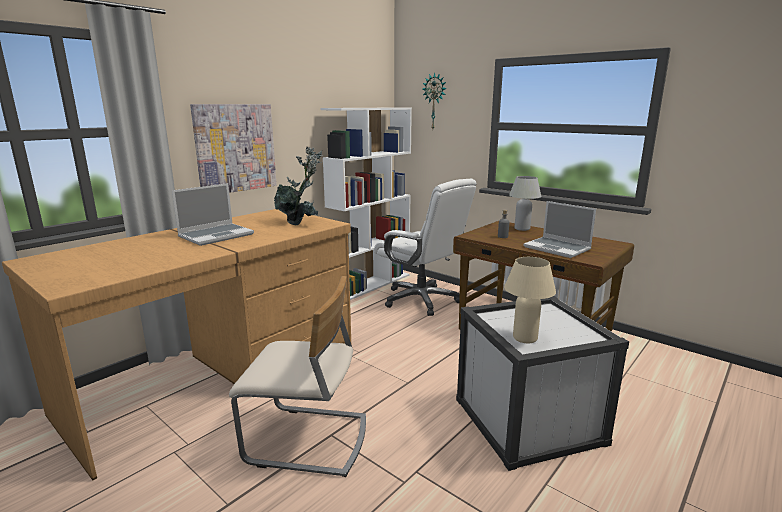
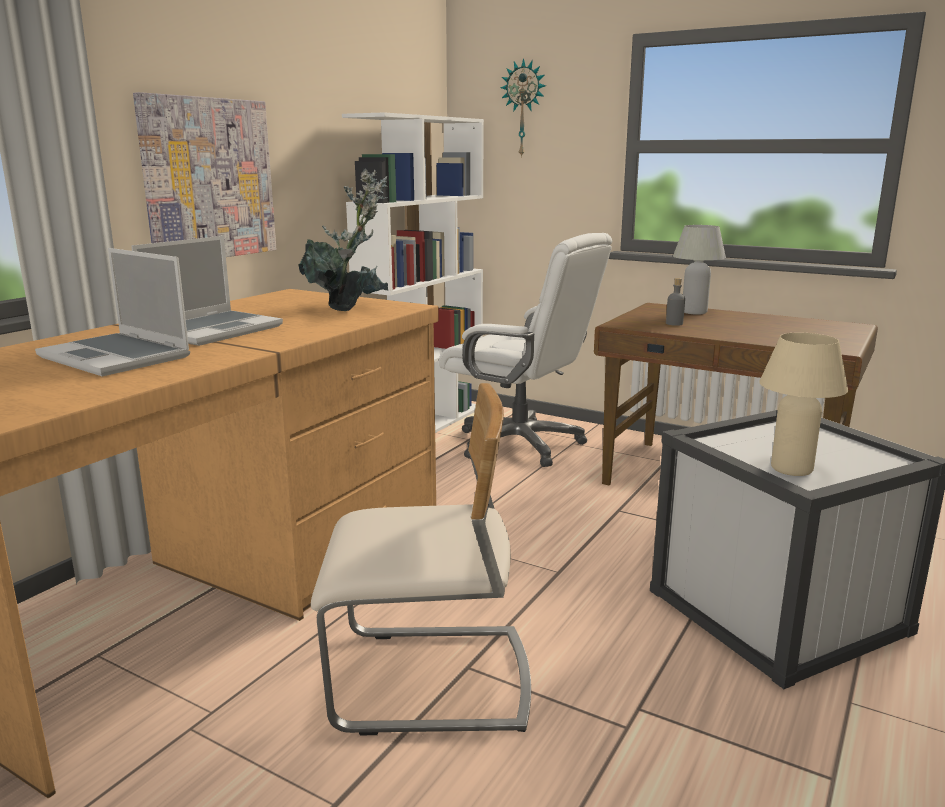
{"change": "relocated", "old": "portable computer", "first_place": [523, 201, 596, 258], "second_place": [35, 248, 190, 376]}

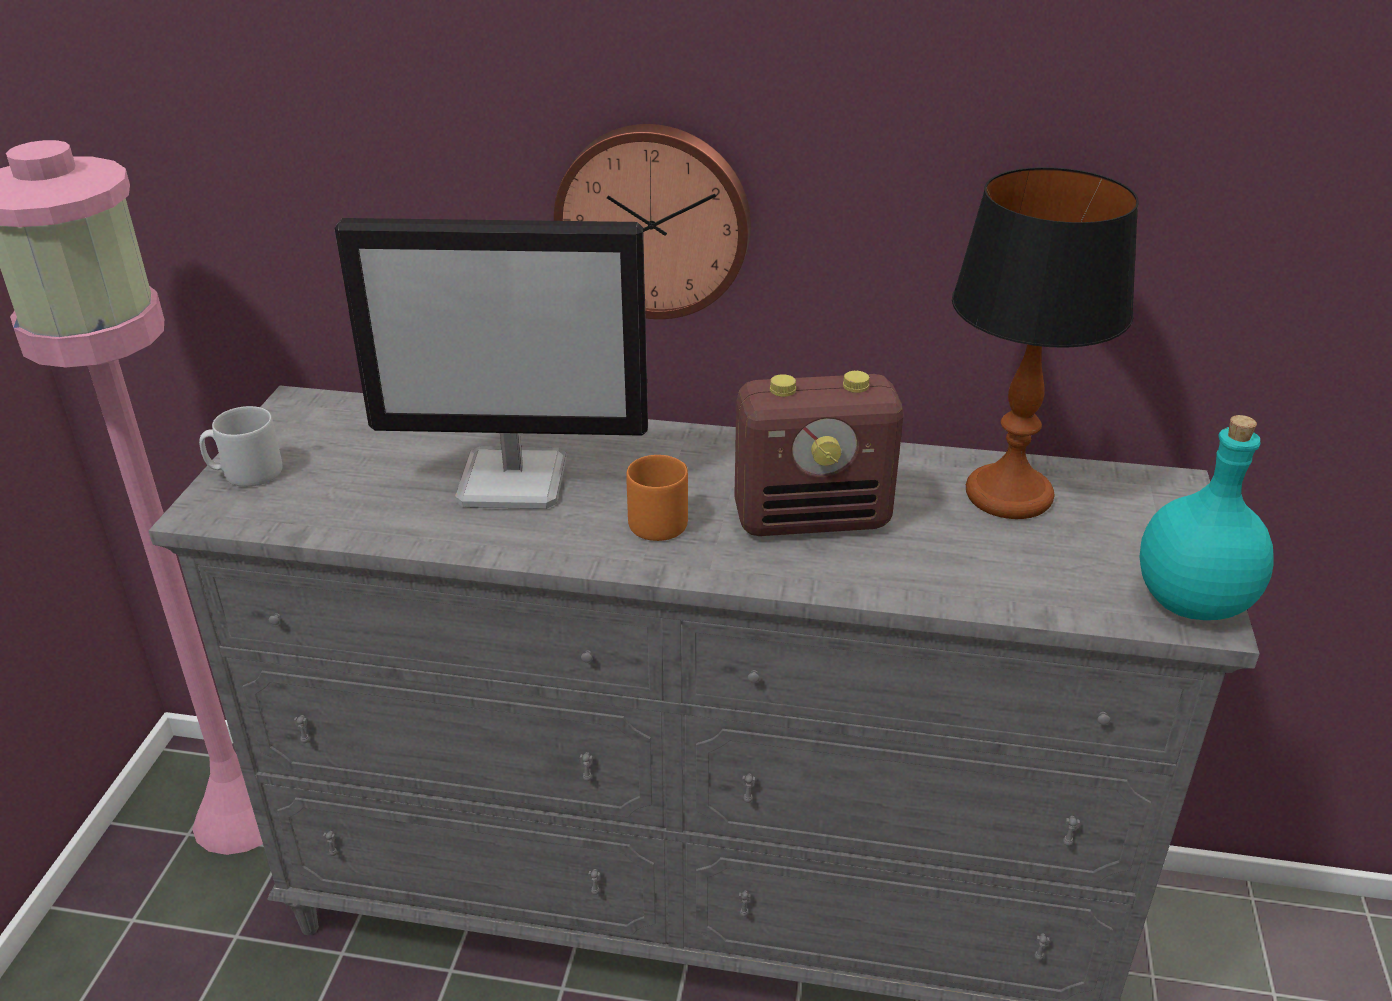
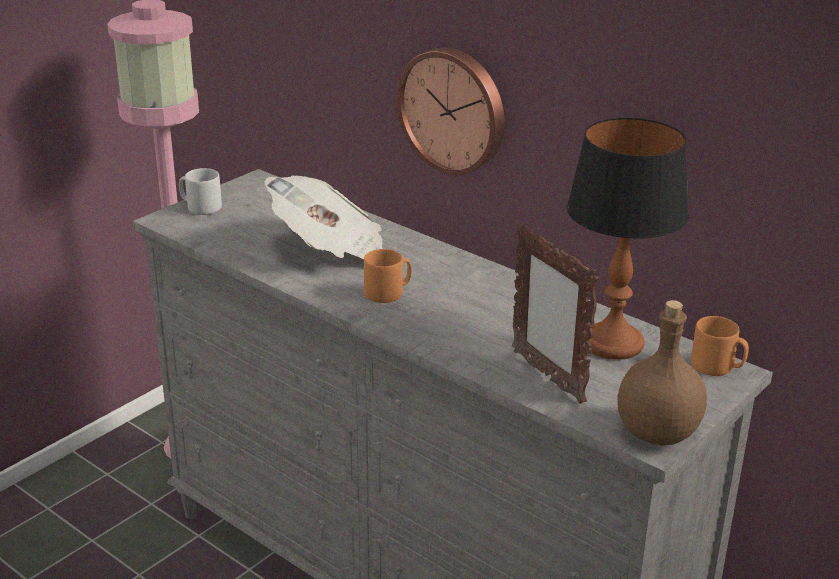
{"change": "exchanged", "old": "computer screen", "new": "newspaper", "first_place": [334, 218, 648, 509], "second_place": [264, 175, 383, 259]}
{"change": "missing", "old": "radio", "first_place": [734, 371, 904, 536]}
{"change": "colour", "old": "turquoise beverage bottle", "new": "brownish beverage bottle", "first_place": [1140, 415, 1274, 620], "second_place": [617, 300, 707, 446]}
{"change": "appeared", "new": "standing frame", "second_place": [512, 225, 599, 404]}
{"change": "appeared", "new": "orange-coloured coffee mug", "second_place": [691, 316, 749, 376]}

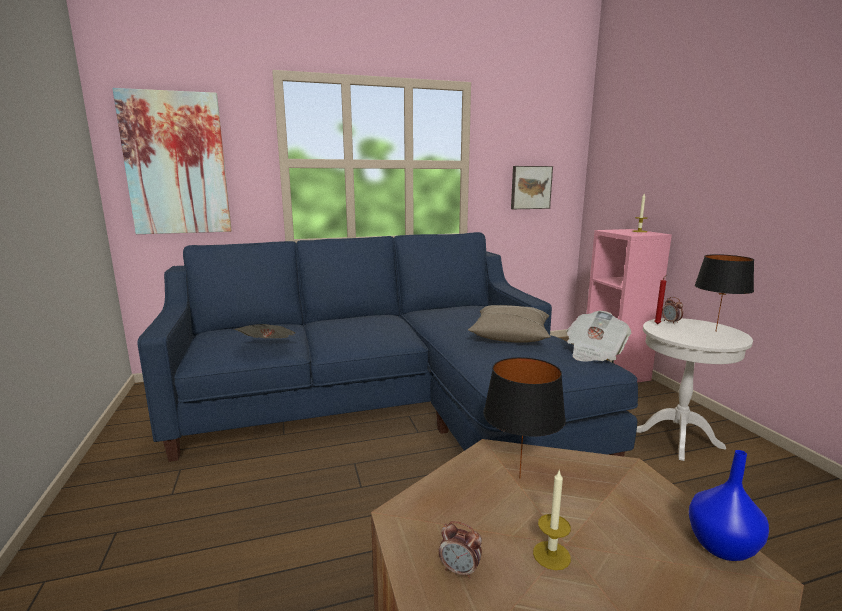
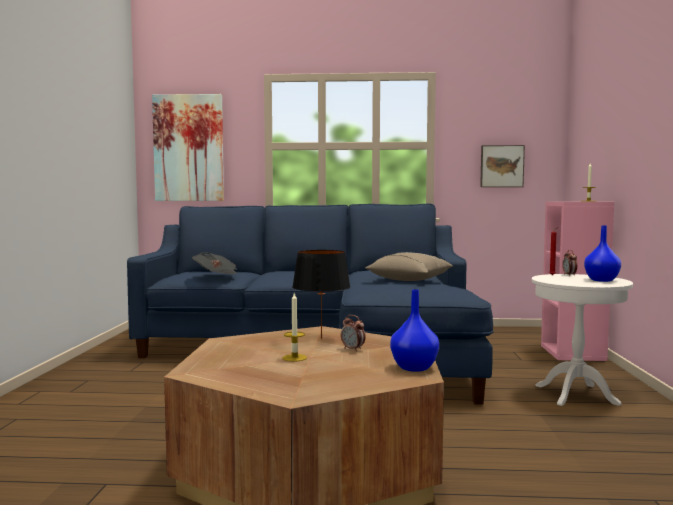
{"change": "relocated", "old": "bedside clock", "first_place": [439, 521, 482, 579], "second_place": [341, 315, 366, 352]}
{"change": "missing", "old": "newspaper", "first_place": [566, 311, 631, 361]}
{"change": "exchanged", "old": "black tabletop lamp", "new": "blue vase", "first_place": [695, 254, 754, 332], "second_place": [584, 226, 621, 282]}

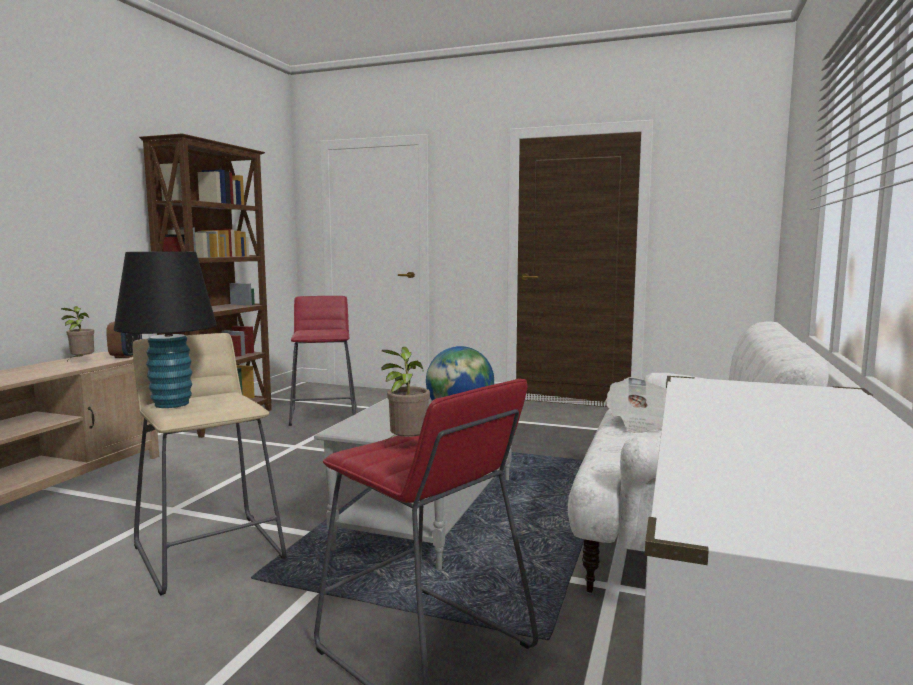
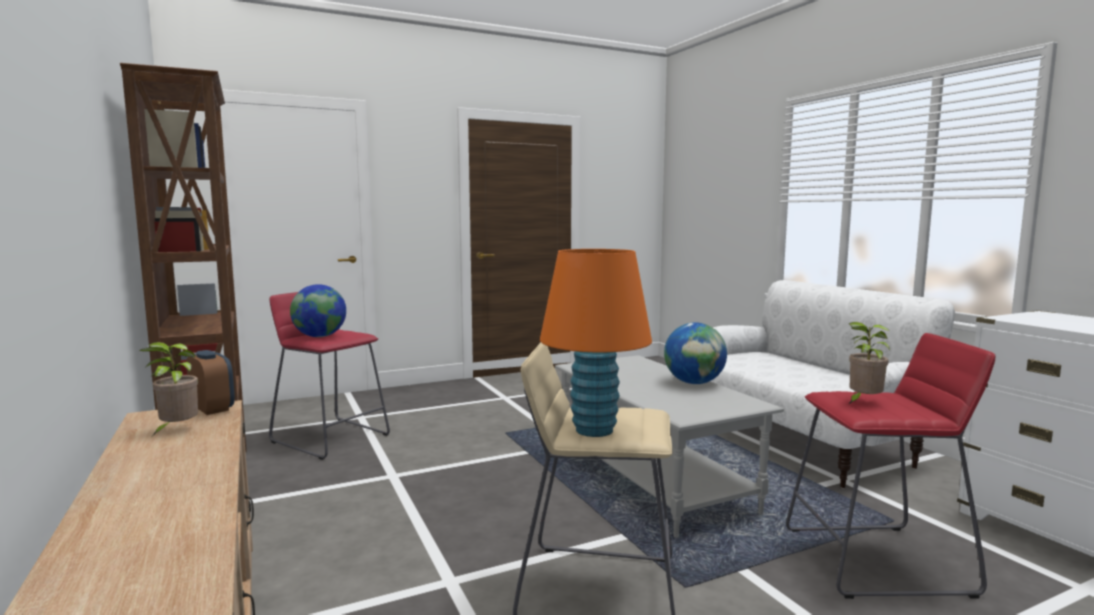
{"change": "colour", "old": "black tabletop lamp", "new": "orange-coloured tabletop lamp", "first_place": [114, 252, 217, 408], "second_place": [540, 249, 652, 437]}
{"change": "missing", "old": "newspaper", "first_place": [605, 377, 666, 433]}
{"change": "appeared", "new": "globe", "second_place": [290, 284, 346, 337]}

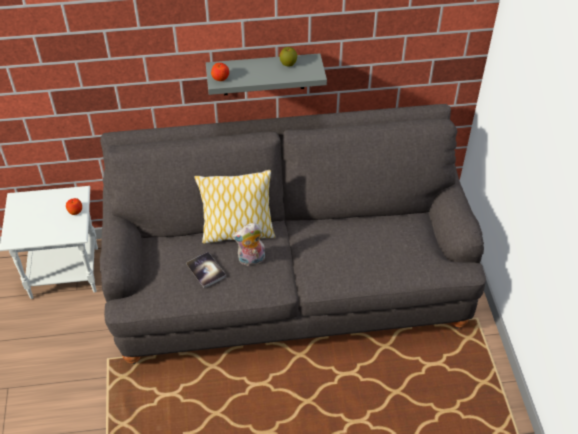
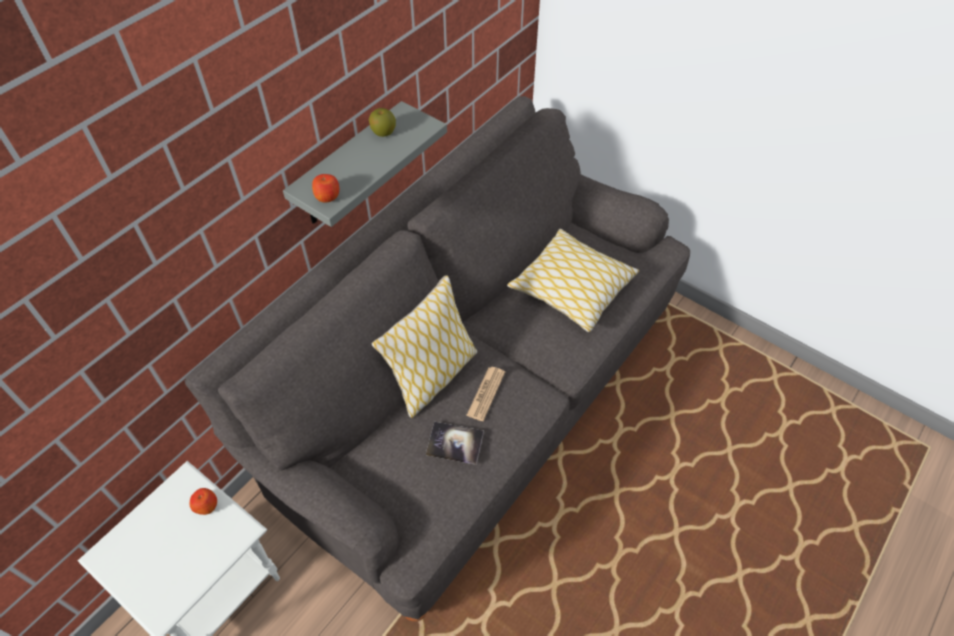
{"change": "exchanged", "old": "cuddly toy", "new": "newspaper", "first_place": [232, 223, 265, 266], "second_place": [466, 367, 505, 421]}
{"change": "appeared", "new": "cushion", "second_place": [507, 229, 639, 332]}

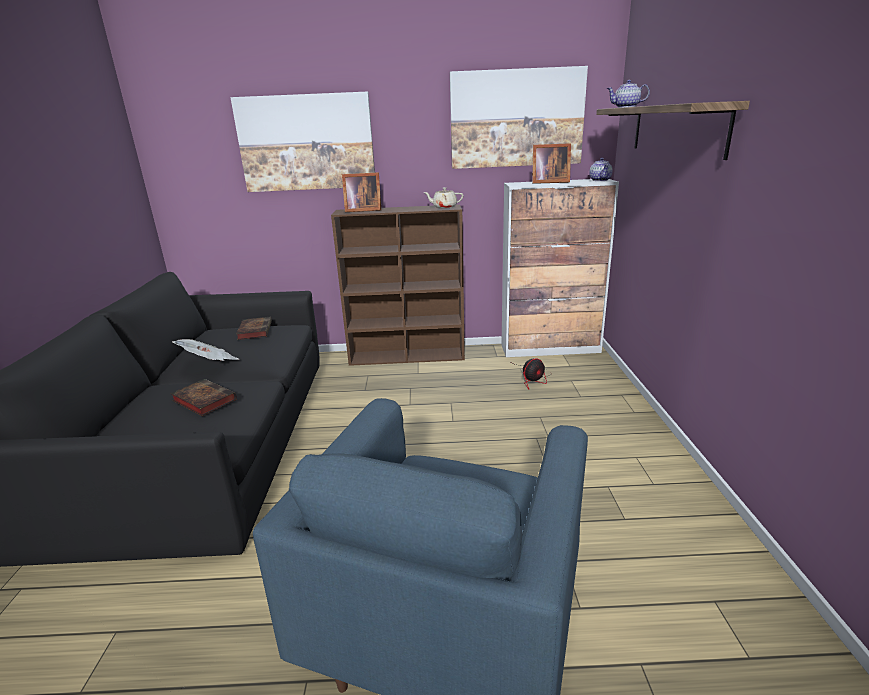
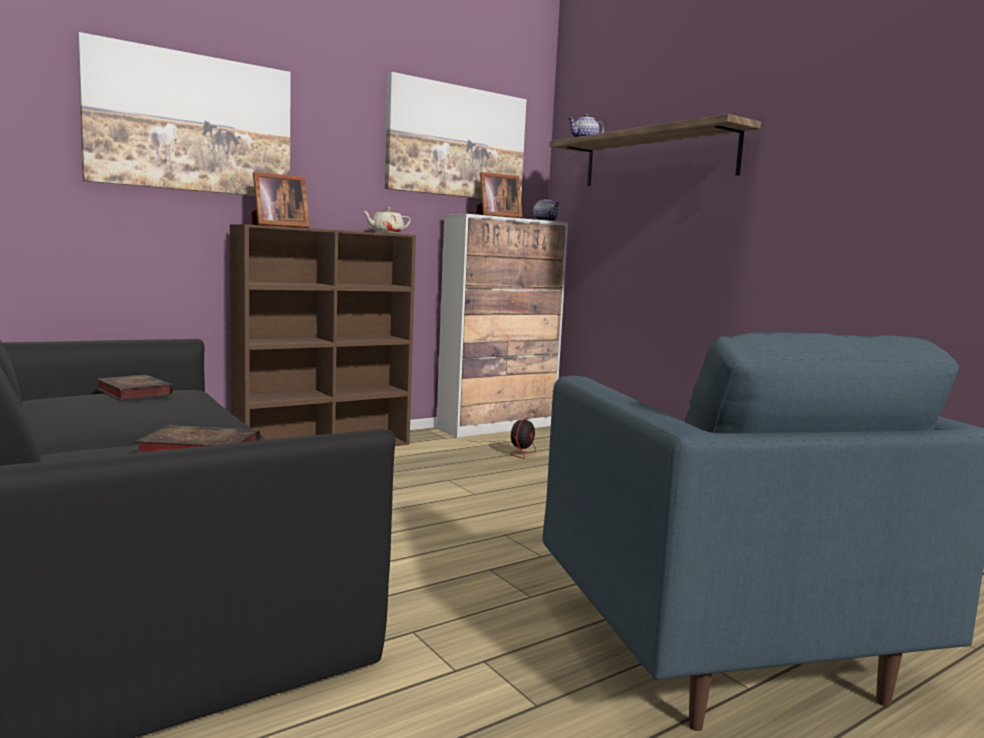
{"change": "missing", "old": "newspaper", "first_place": [172, 339, 239, 361]}

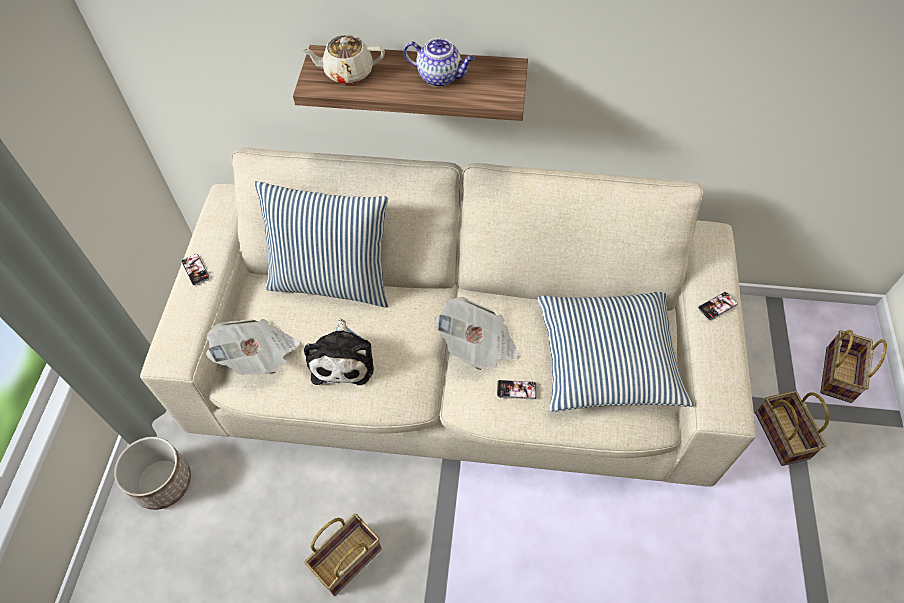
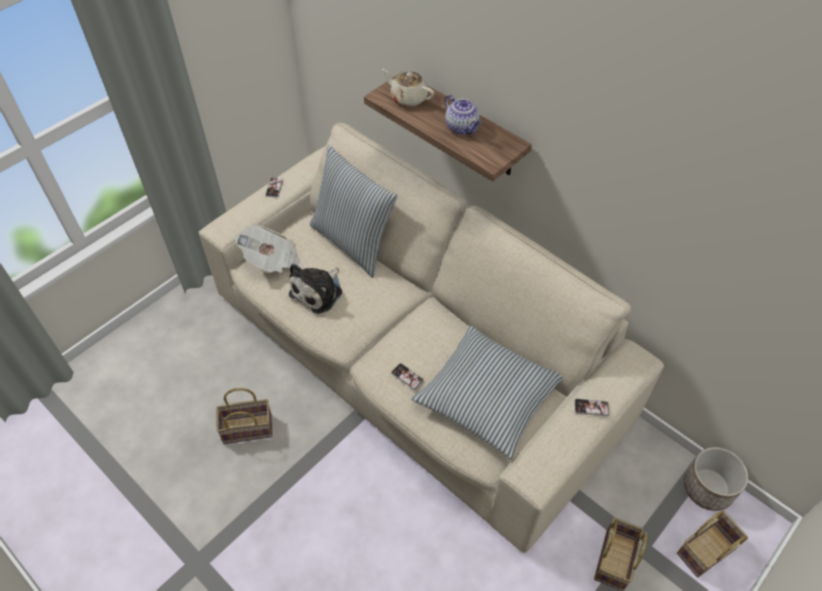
{"change": "relocated", "old": "planter", "first_place": [114, 437, 191, 510], "second_place": [684, 447, 748, 511]}
{"change": "missing", "old": "newspaper", "first_place": [435, 297, 519, 370]}

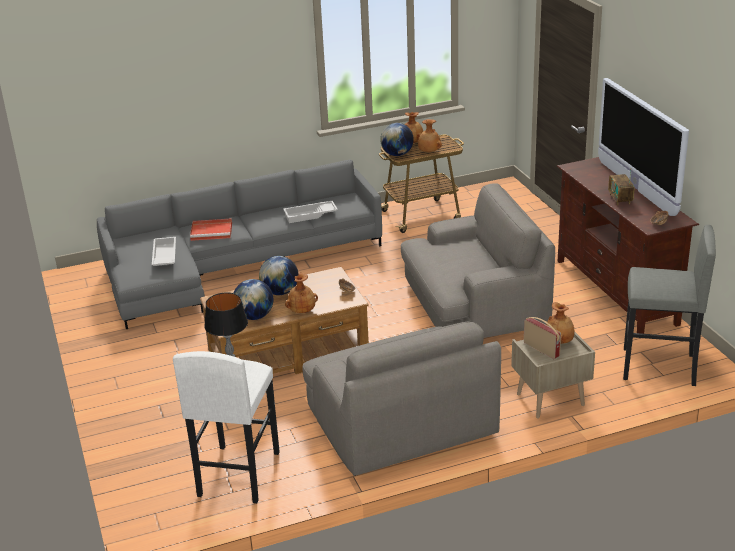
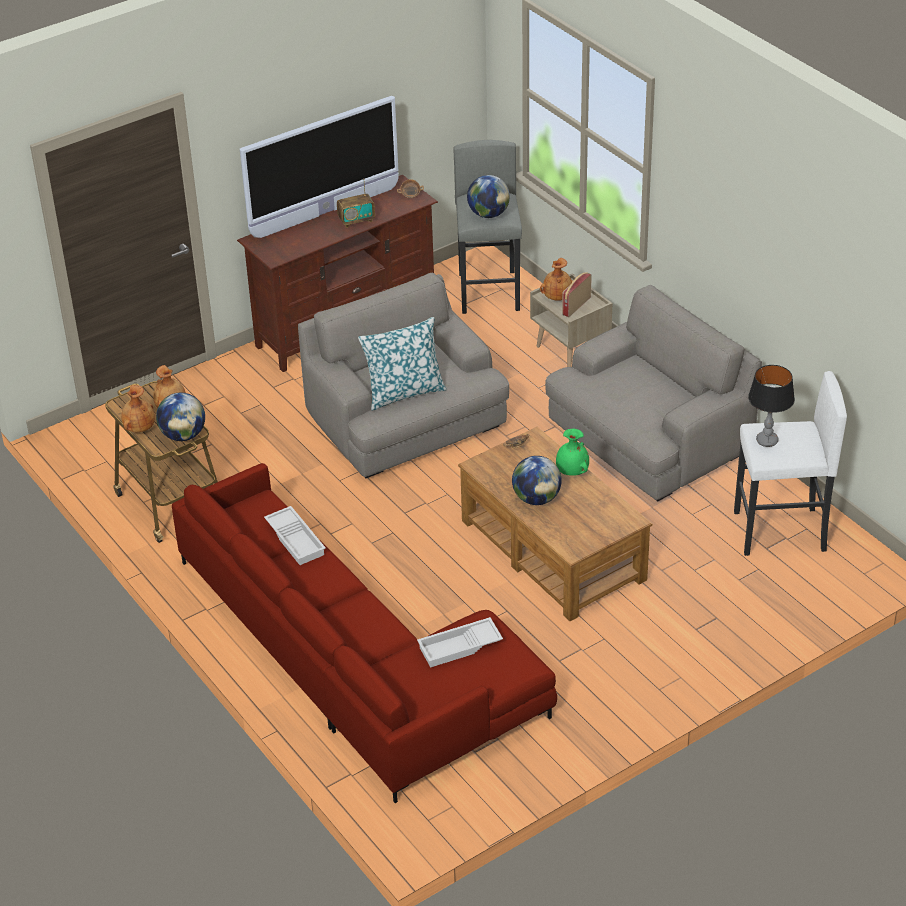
{"change": "colour", "old": "greyish sofa", "new": "reddish sofa", "first_place": [97, 160, 382, 329], "second_place": [172, 463, 557, 803]}
{"change": "missing", "old": "reddish tray", "first_place": [190, 218, 232, 241]}
{"change": "relocated", "old": "globe", "first_place": [234, 279, 273, 320], "second_place": [467, 175, 510, 218]}
{"change": "colour", "old": "brownish vase", "new": "green vase", "first_place": [285, 273, 318, 313], "second_place": [556, 429, 589, 476]}
{"change": "appeared", "new": "cushion", "second_place": [358, 317, 446, 411]}

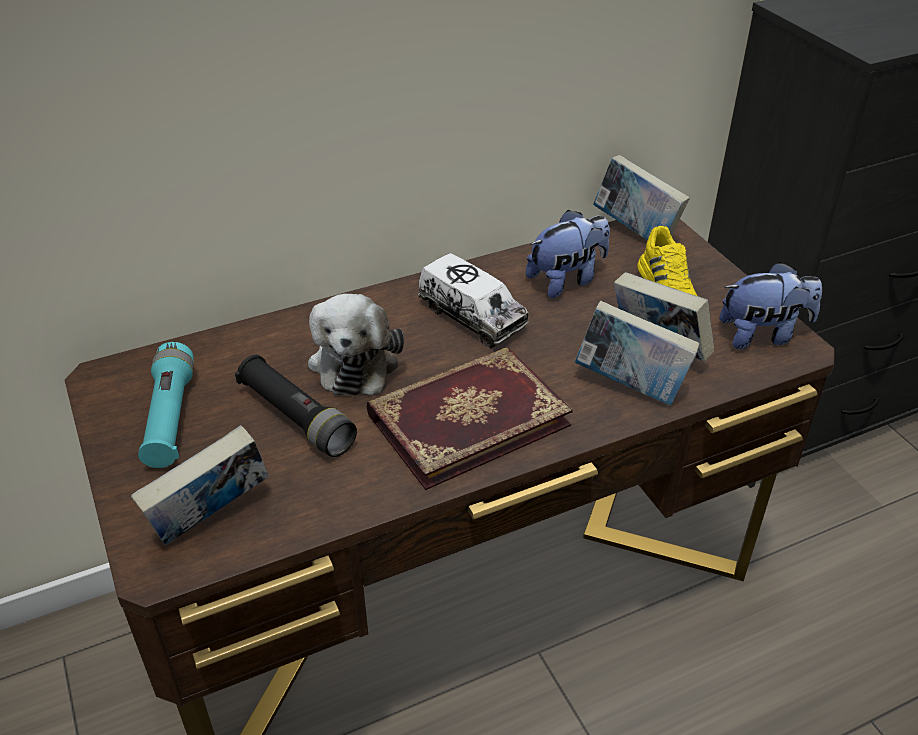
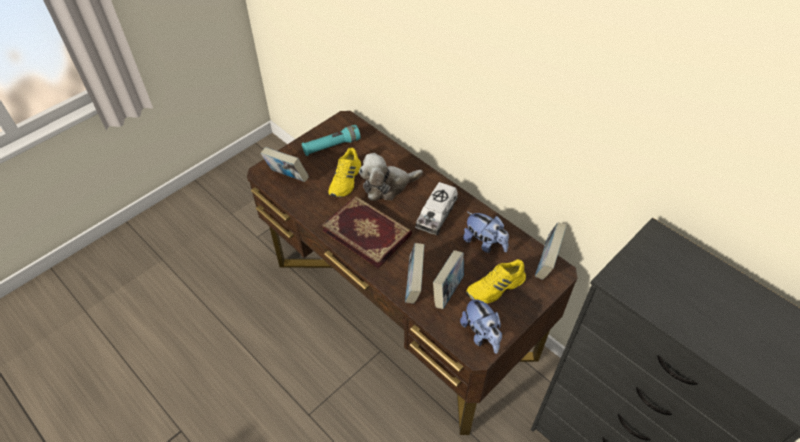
{"change": "exchanged", "old": "black hand torch", "new": "yellow shoe", "first_place": [235, 355, 357, 457], "second_place": [328, 148, 361, 197]}

